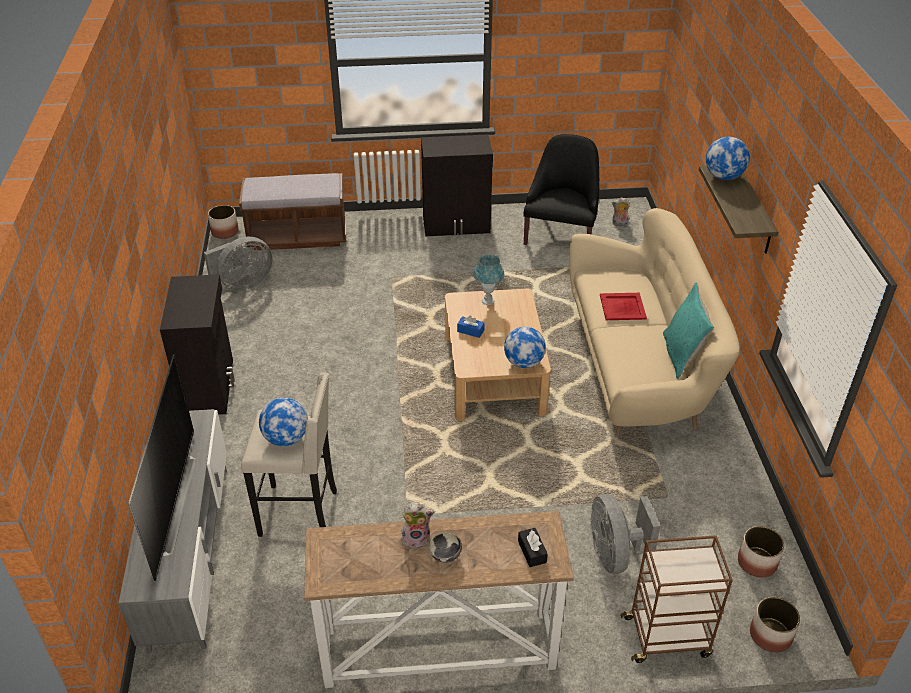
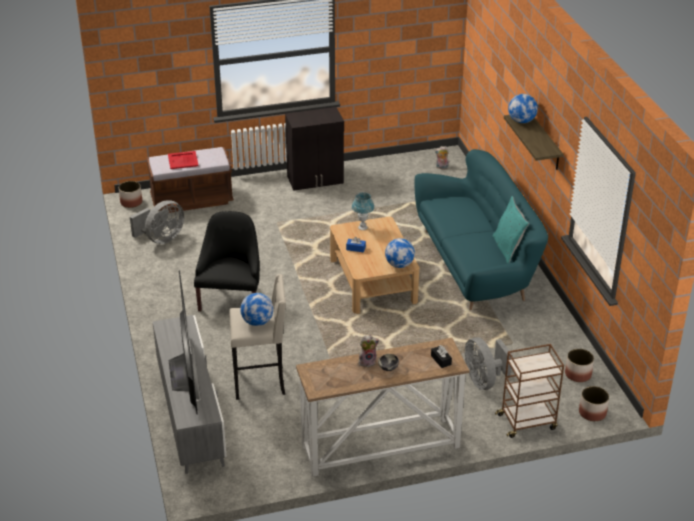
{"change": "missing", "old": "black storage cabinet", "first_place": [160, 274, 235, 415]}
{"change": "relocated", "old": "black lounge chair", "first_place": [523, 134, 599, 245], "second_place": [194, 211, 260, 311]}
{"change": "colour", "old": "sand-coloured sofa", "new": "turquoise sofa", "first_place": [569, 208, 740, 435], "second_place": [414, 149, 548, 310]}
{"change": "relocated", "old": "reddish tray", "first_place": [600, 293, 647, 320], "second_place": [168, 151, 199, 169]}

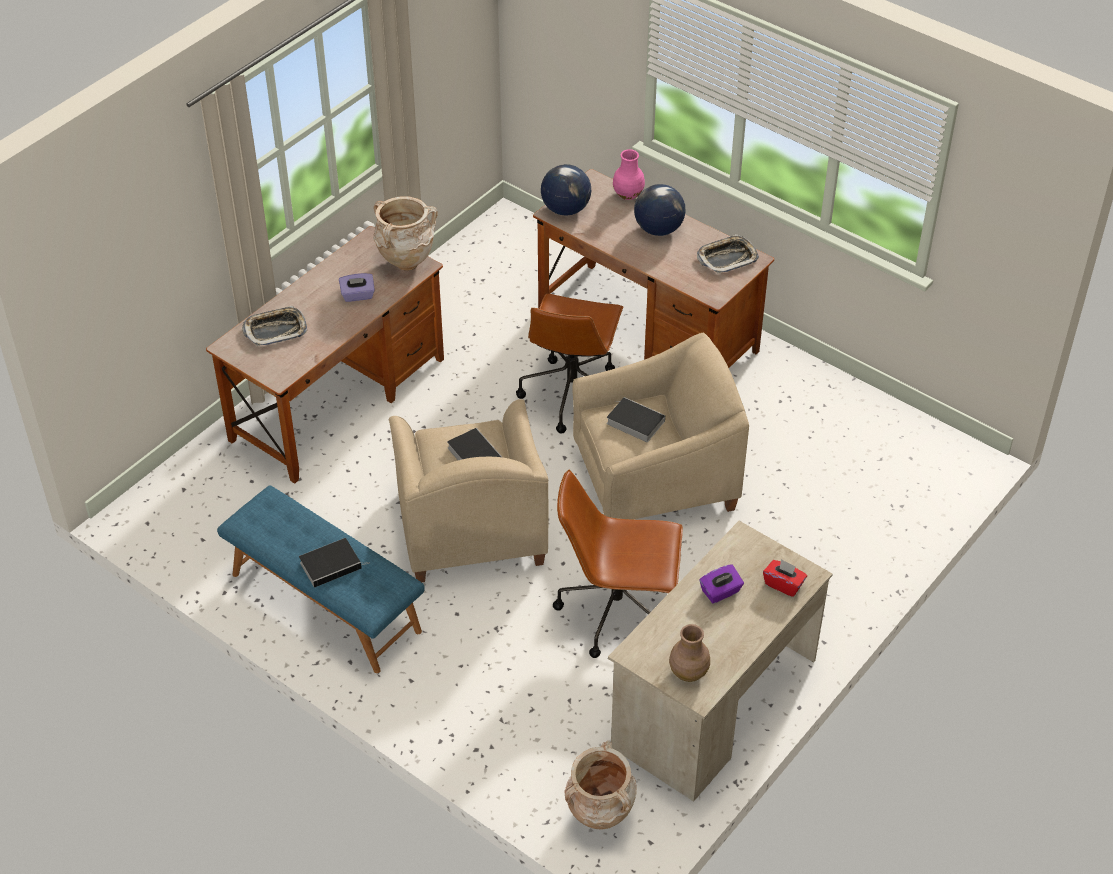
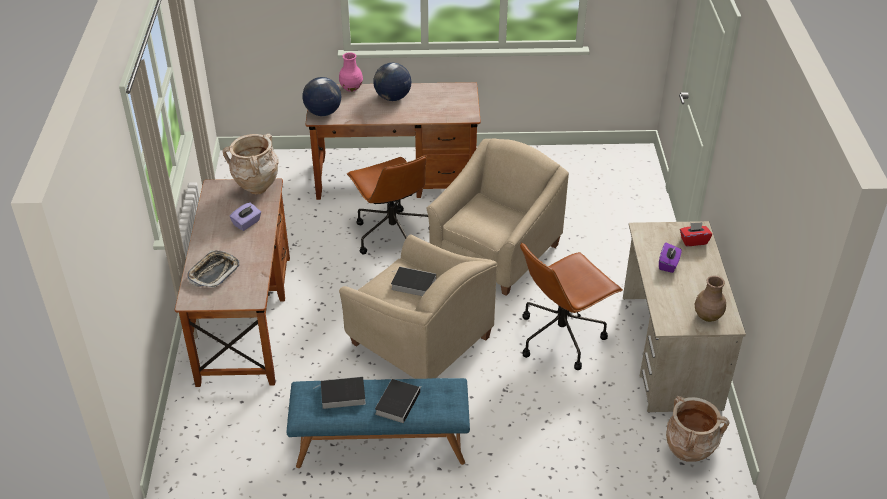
{"change": "relocated", "old": "bound book", "first_place": [606, 397, 665, 442], "second_place": [313, 376, 366, 409]}
{"change": "missing", "old": "tray", "first_place": [697, 234, 759, 274]}

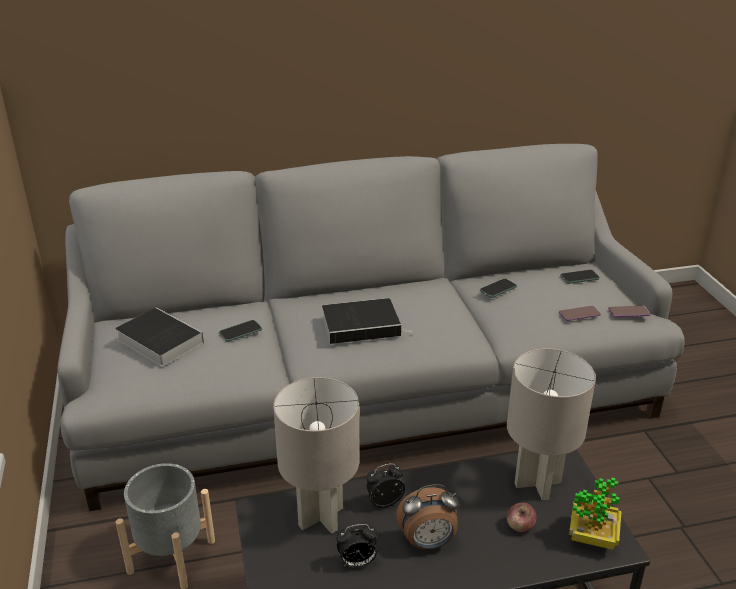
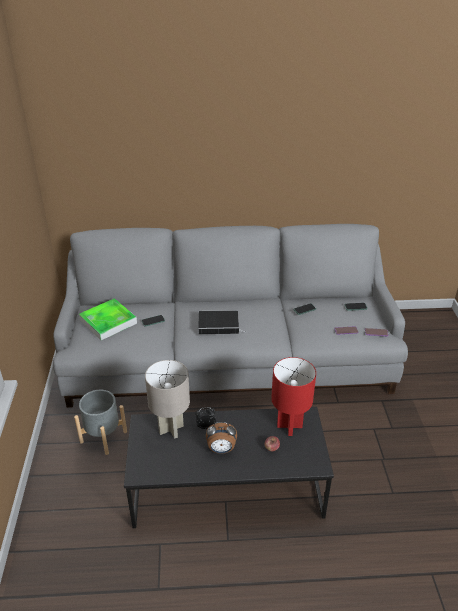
{"change": "exchanged", "old": "bound book", "new": "tray", "first_place": [115, 307, 204, 367], "second_place": [79, 298, 137, 340]}
{"change": "missing", "old": "bedside clock", "first_place": [336, 524, 378, 567]}
{"change": "colour", "old": "greyish tabletop lamp", "new": "reddish tabletop lamp", "first_place": [507, 348, 596, 500], "second_place": [271, 357, 316, 436]}
{"change": "missing", "old": "potted plant", "first_place": [569, 478, 622, 550]}

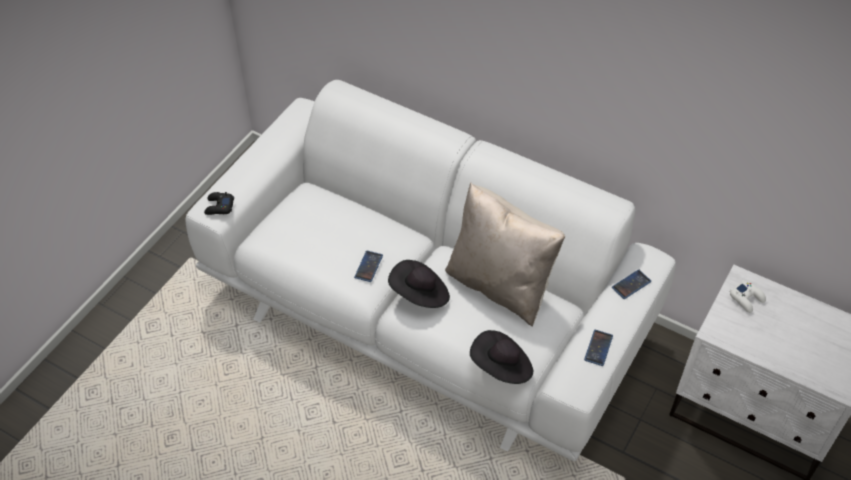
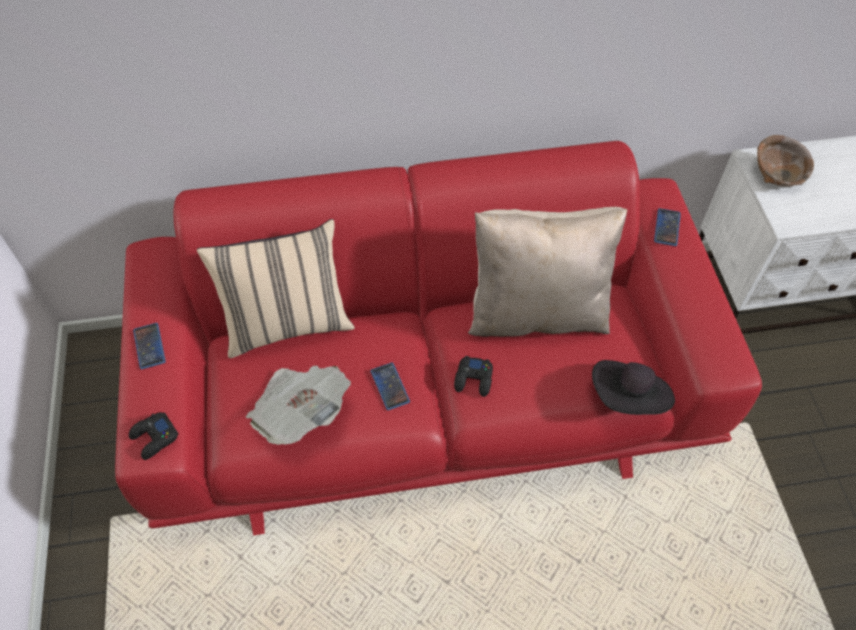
{"change": "colour", "old": "whitish sofa", "new": "reddish sofa", "first_place": [185, 80, 676, 462], "second_place": [115, 141, 762, 535]}
{"change": "exchanged", "old": "black hat", "new": "black gamepad", "first_place": [388, 260, 450, 308], "second_place": [454, 356, 493, 397]}
{"change": "relocated", "old": "handset", "first_place": [584, 330, 613, 366], "second_place": [133, 323, 166, 369]}
{"change": "exchanged", "old": "whitish gamepad", "new": "brownish serving bowl", "first_place": [730, 280, 766, 313], "second_place": [757, 135, 814, 187]}
{"change": "appeared", "new": "sand-coloured cushion", "second_place": [197, 219, 355, 358]}
{"change": "appeared", "new": "newspaper", "second_place": [246, 365, 351, 445]}

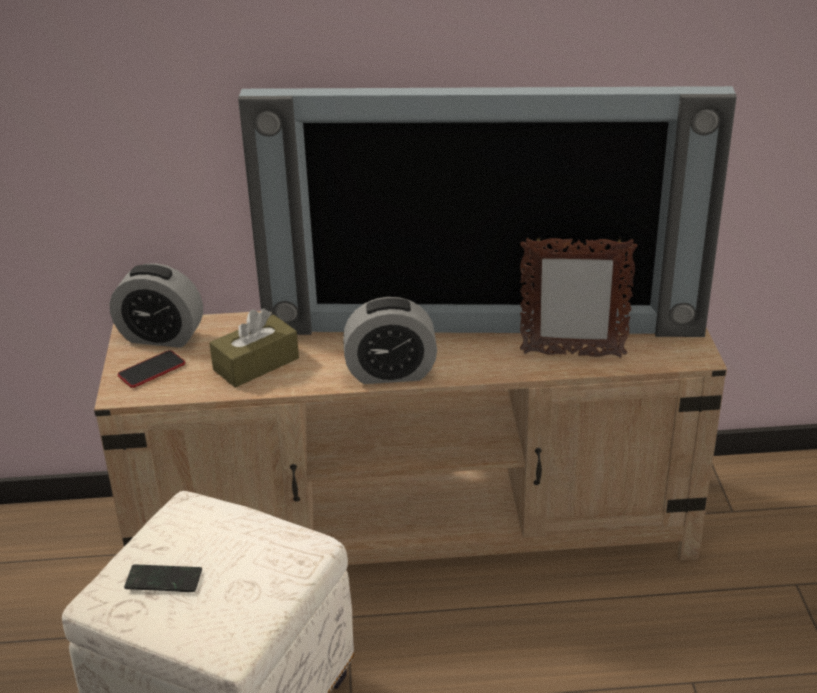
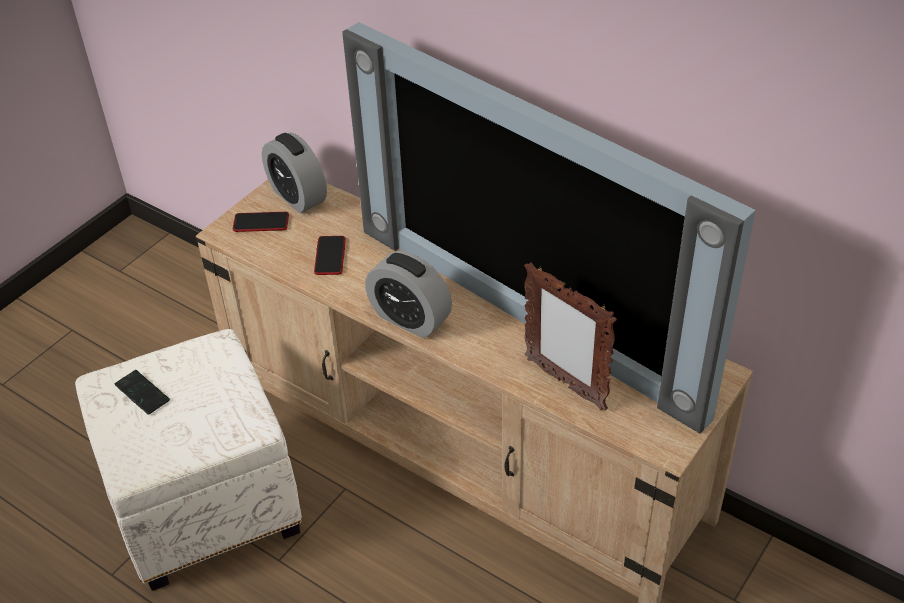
{"change": "exchanged", "old": "brownish tissue box", "new": "handset", "first_place": [209, 308, 299, 388], "second_place": [314, 236, 346, 275]}

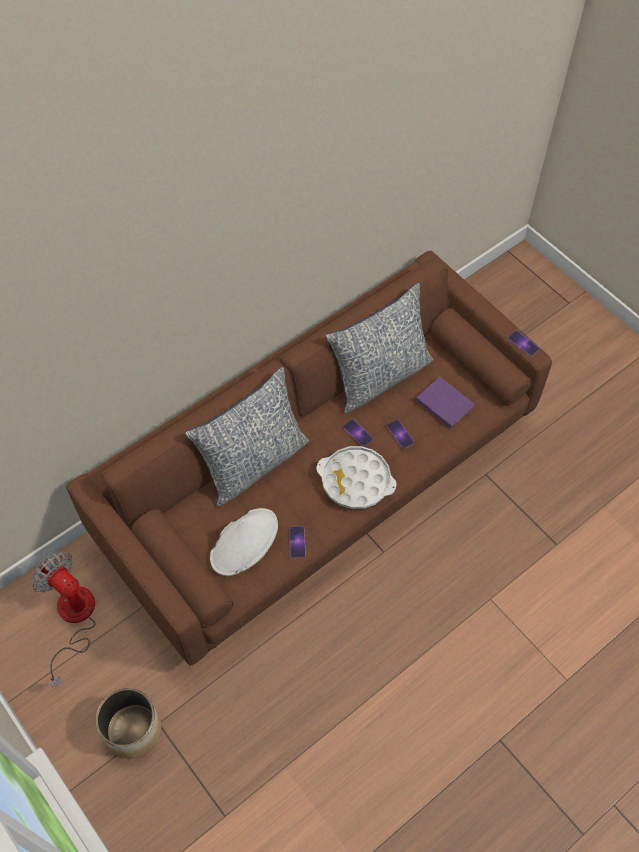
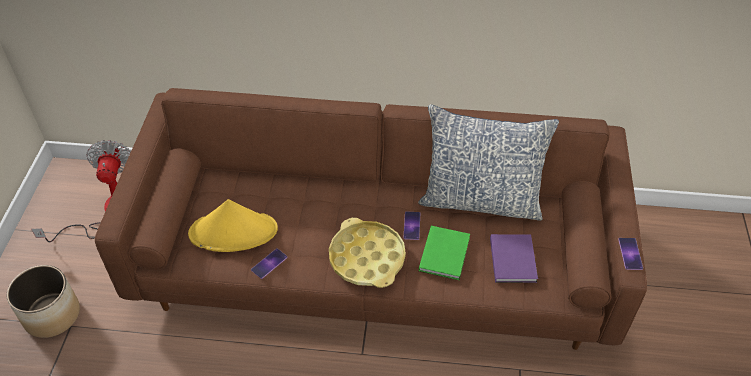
{"change": "missing", "old": "cushion", "first_place": [185, 367, 309, 507]}
{"change": "colour", "old": "whitish hat", "new": "yellow hat", "first_place": [210, 508, 278, 576], "second_place": [188, 199, 278, 252]}
{"change": "colour", "old": "whitish tray", "new": "yellow tray", "first_place": [316, 446, 397, 509], "second_place": [329, 218, 406, 288]}
{"change": "exchanged", "old": "handset", "new": "green bound book", "first_place": [387, 420, 415, 449], "second_place": [419, 226, 470, 280]}

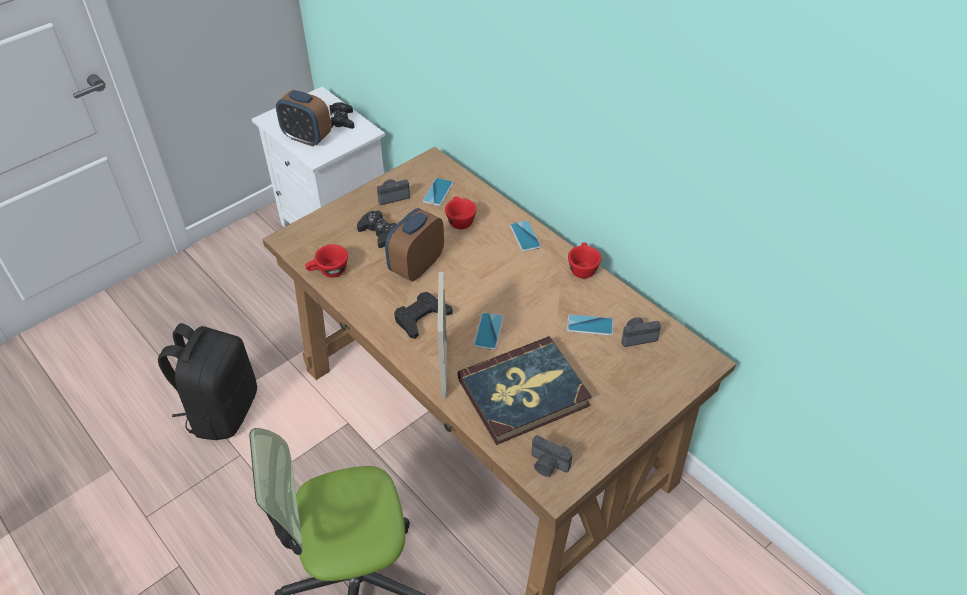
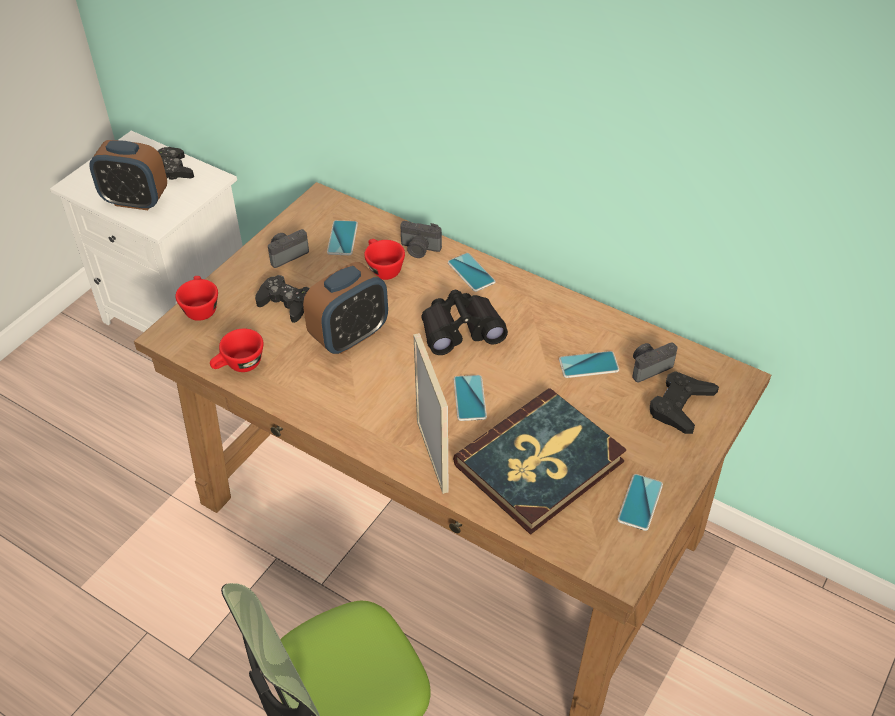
{"change": "missing", "old": "black knapsack", "first_place": [158, 323, 257, 440]}
{"change": "spun", "old": "bedside clock", "first_place": [385, 208, 444, 281], "second_place": [303, 262, 388, 354], "degrees": -150}
{"change": "relocated", "old": "black gamepad", "first_place": [394, 292, 453, 339], "second_place": [650, 371, 719, 434]}
{"change": "relocated", "old": "still camera", "first_place": [531, 435, 572, 477], "second_place": [400, 221, 442, 258]}
{"change": "relocated", "old": "reddish small cup", "first_place": [568, 242, 601, 278], "second_place": [175, 276, 218, 321]}
{"change": "appeared", "new": "black binoculars", "second_place": [422, 290, 508, 355]}
{"change": "appeared", "new": "handset", "second_place": [617, 474, 663, 531]}

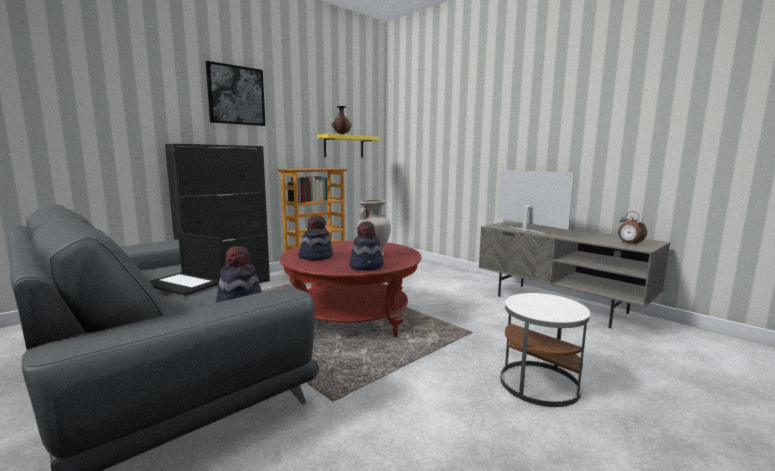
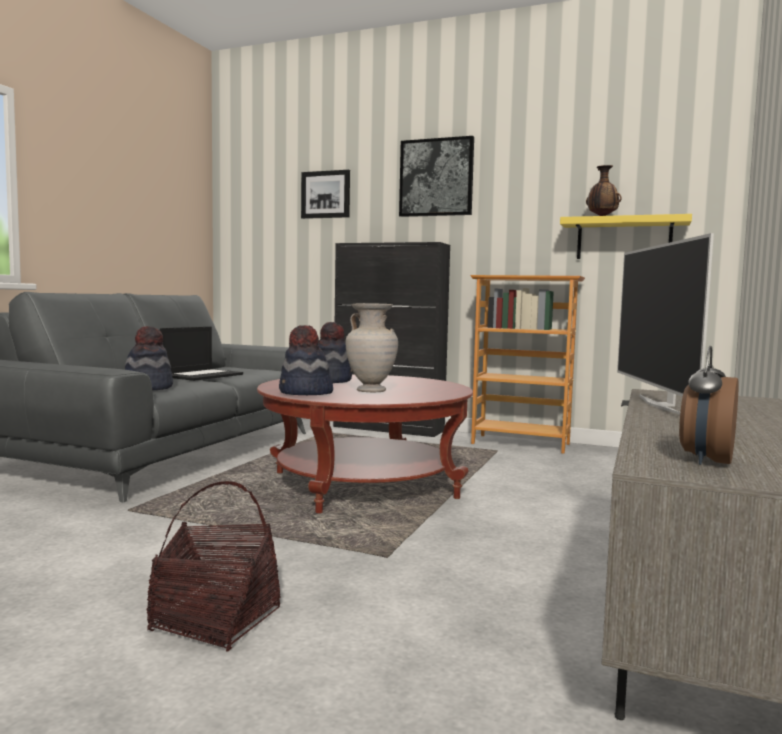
{"change": "spun", "old": "portable computer", "first_place": [149, 232, 224, 296], "second_place": [160, 327, 243, 381], "degrees": -150}
{"change": "spun", "old": "TV", "first_place": [497, 170, 574, 234], "second_place": [617, 233, 714, 415], "degrees": 150}
{"change": "exchanged", "old": "whitish end table", "new": "household basket", "first_place": [500, 293, 590, 407], "second_place": [147, 481, 281, 652]}
{"change": "appeared", "new": "wall picture", "second_place": [301, 170, 350, 219]}

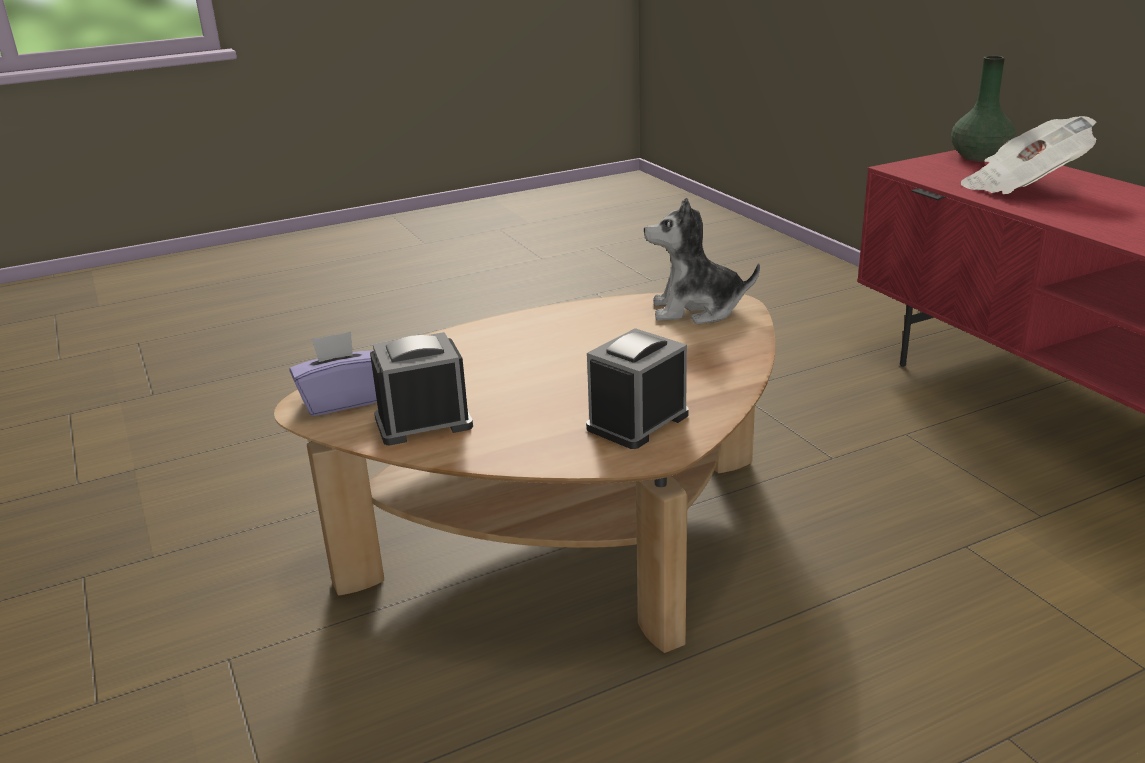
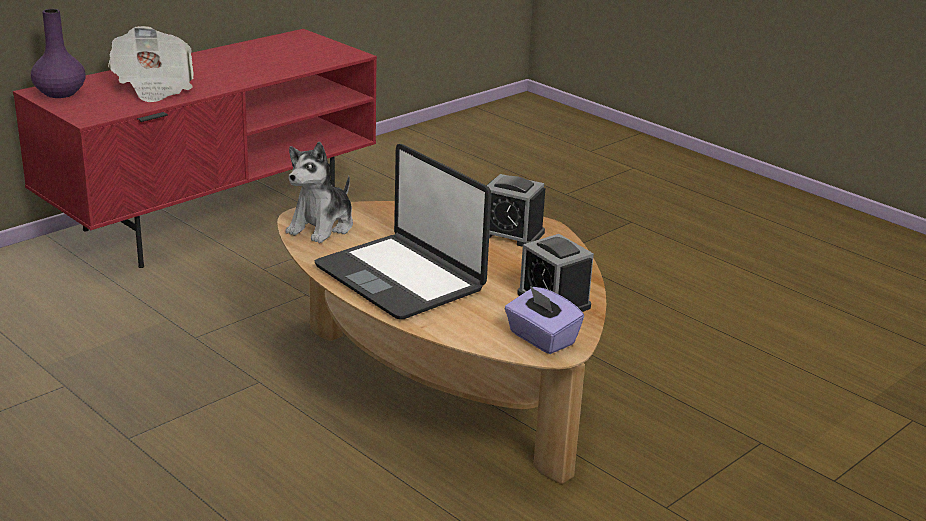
{"change": "spun", "old": "cuddly toy", "first_place": [644, 198, 760, 324], "second_place": [285, 142, 353, 243], "degrees": 45}
{"change": "colour", "old": "green vase", "new": "purplish vase", "first_place": [951, 56, 1016, 162], "second_place": [31, 9, 86, 98]}
{"change": "appeared", "new": "portable computer", "second_place": [315, 144, 492, 319]}

